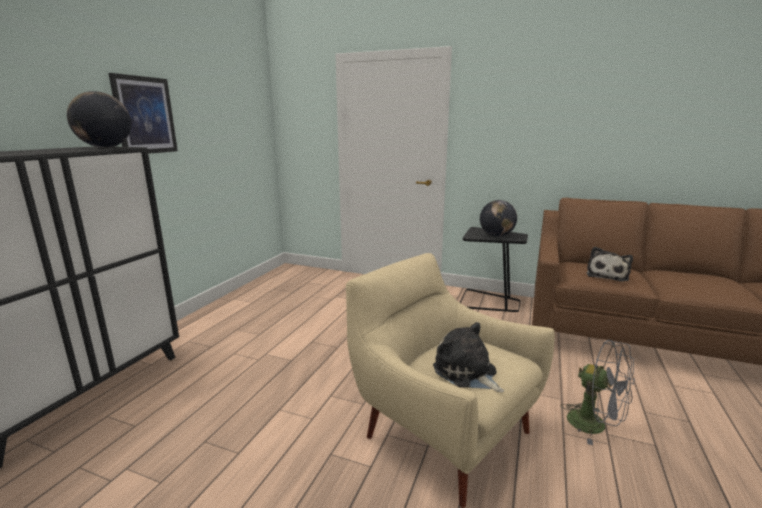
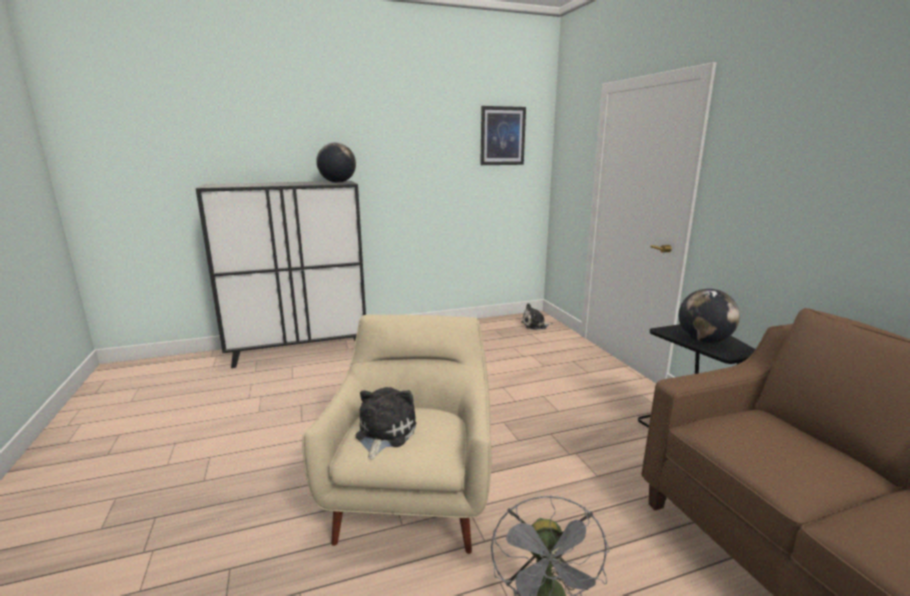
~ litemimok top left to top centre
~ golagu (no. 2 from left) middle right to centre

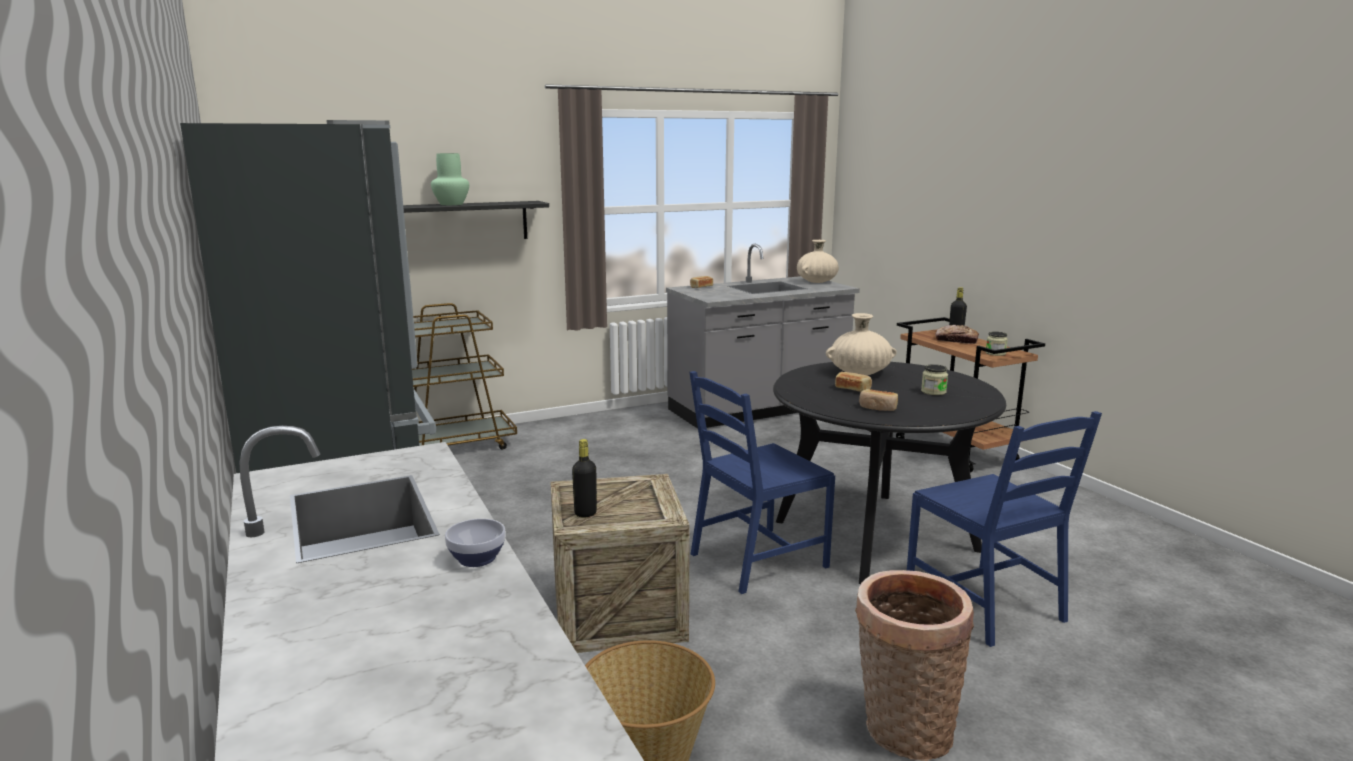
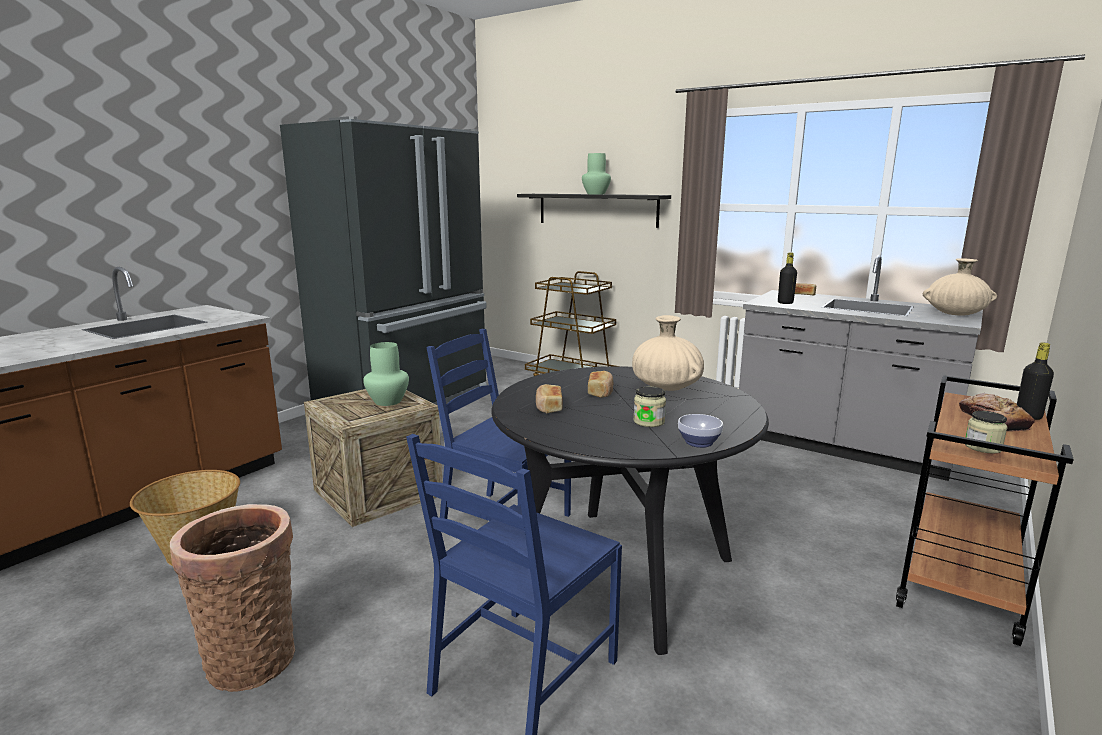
~ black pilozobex (no. 1 from left) centre to middle right
~ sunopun bottom centre to centre
+ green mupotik (no. 1 from left) centre

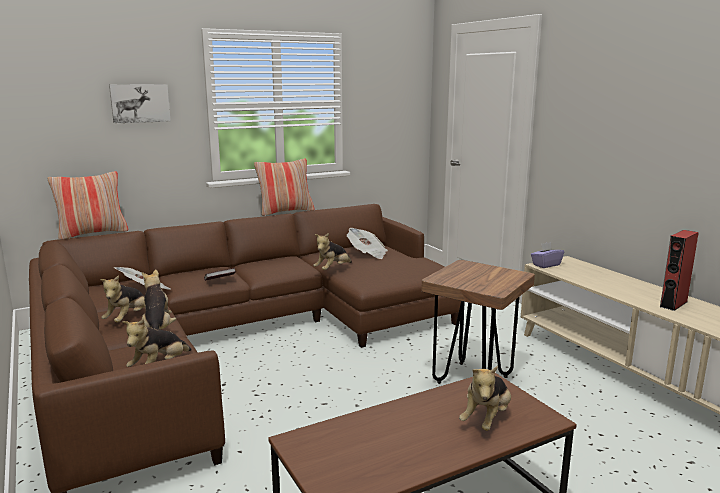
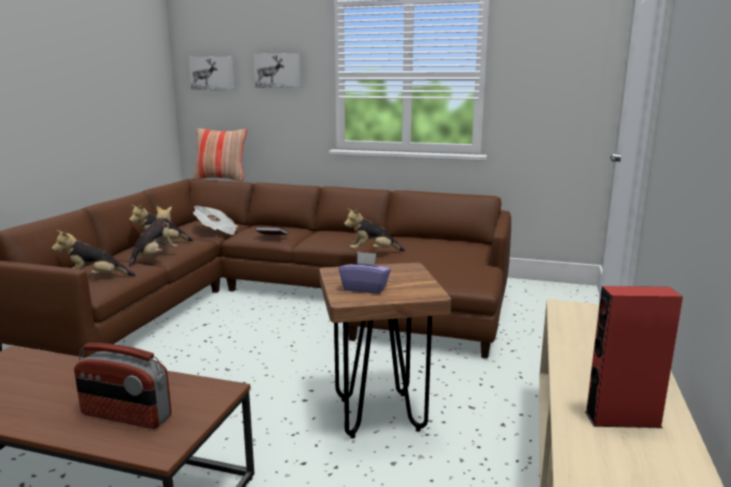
- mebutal (no. 2 from left) centre
- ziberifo (no. 2 from left) centre
~ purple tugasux middle right to centre
~ golagu (no. 5 from left) bottom right to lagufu bottom left
+ litemimok (no. 1 from left) top left

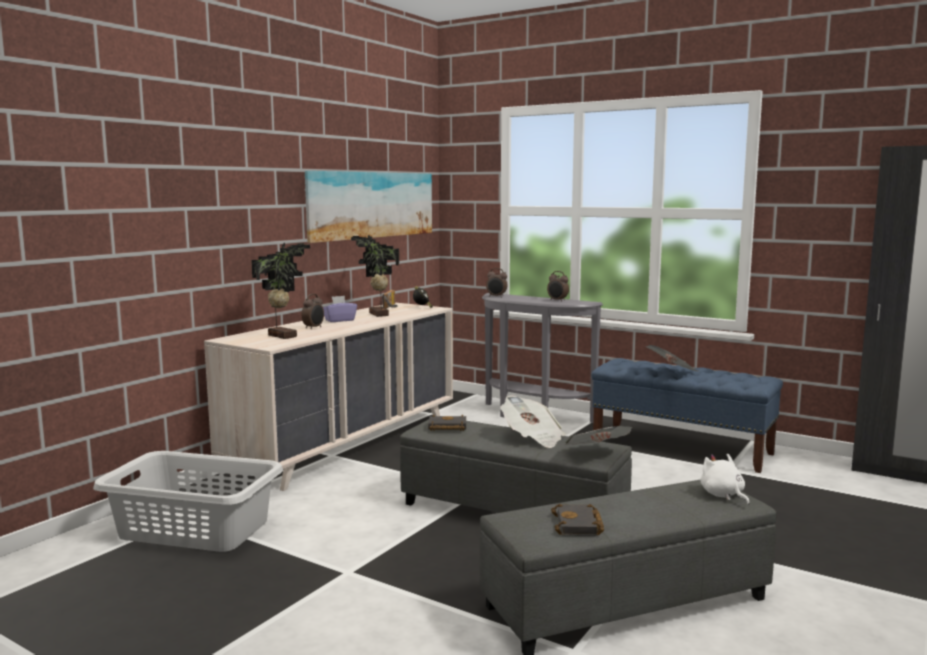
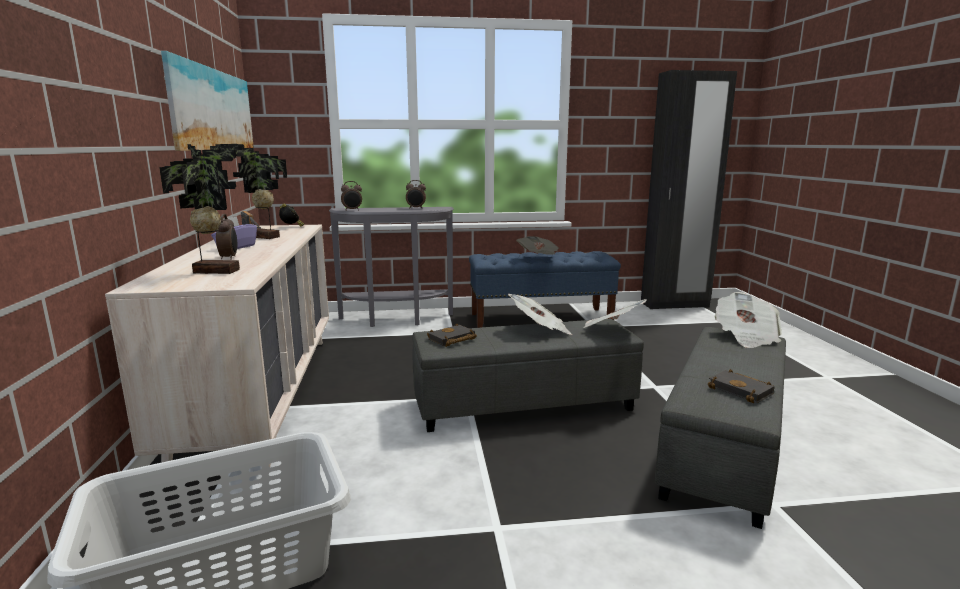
~ white golagu bottom right to ziberifo (no. 4 from left) middle right

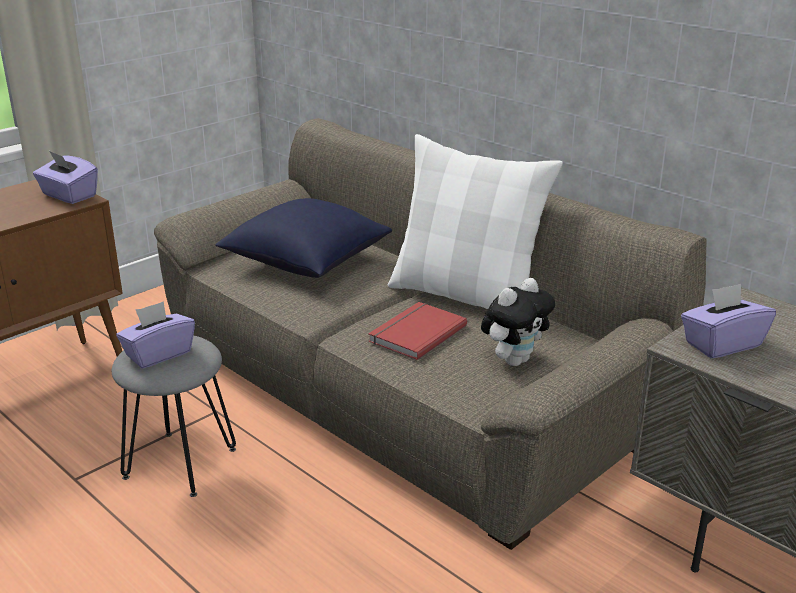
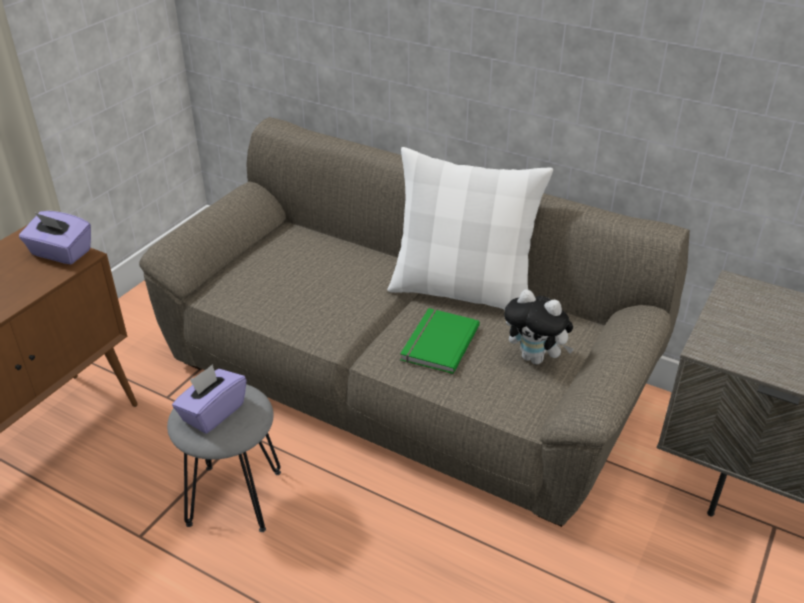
- blue mebutal centre
~ golagu centre = middle right 90 degrees clockwise
- purple tugasux (no. 3 from left) middle right
~ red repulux centre to green repulux centre

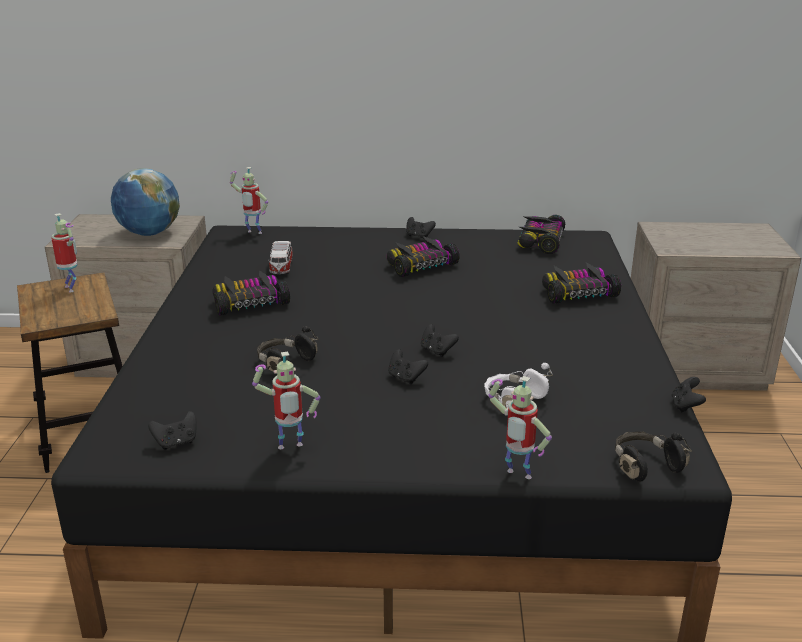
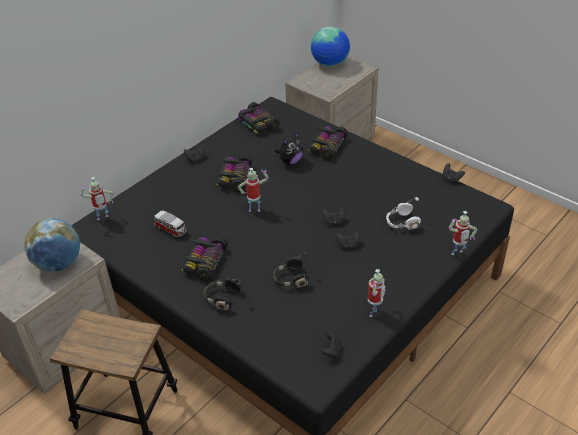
~ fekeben (no. 1 from left in the first image) middle left to fekeben (no. 2 from left) centre
~ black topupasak (no. 2 from left in the first image) bottom right to black topupasak (no. 1 from left) bottom centre
+ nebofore (no. 2 from left) top centre
+ golagu centre

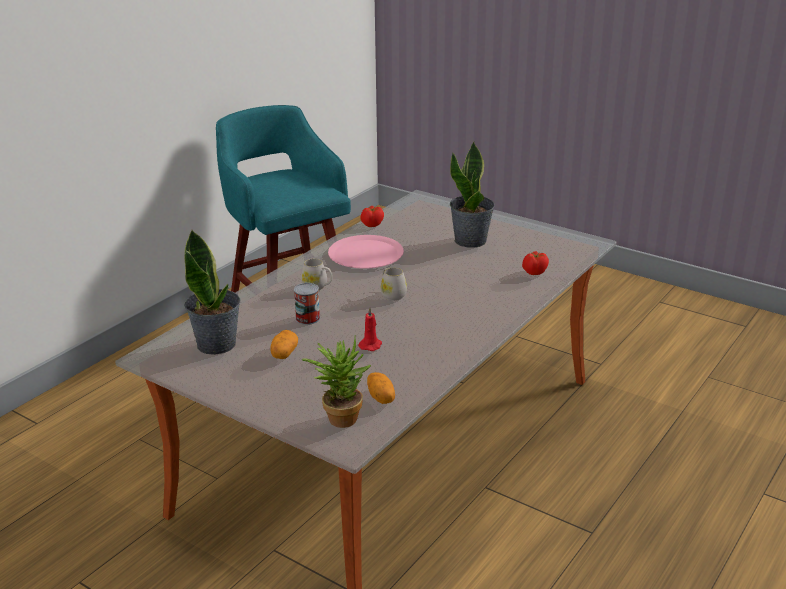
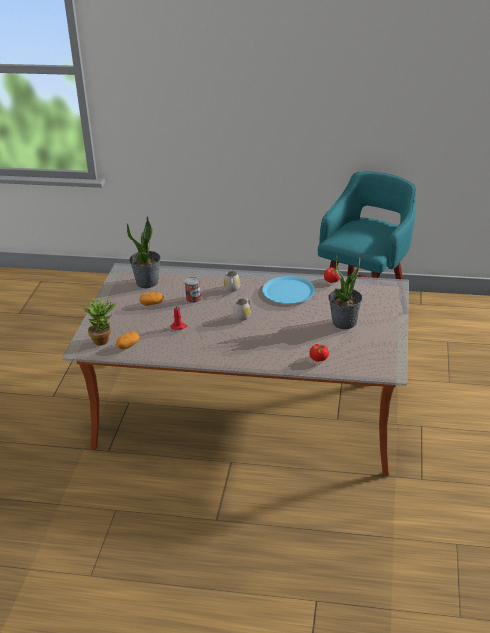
~ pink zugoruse centre to blue zugoruse centre

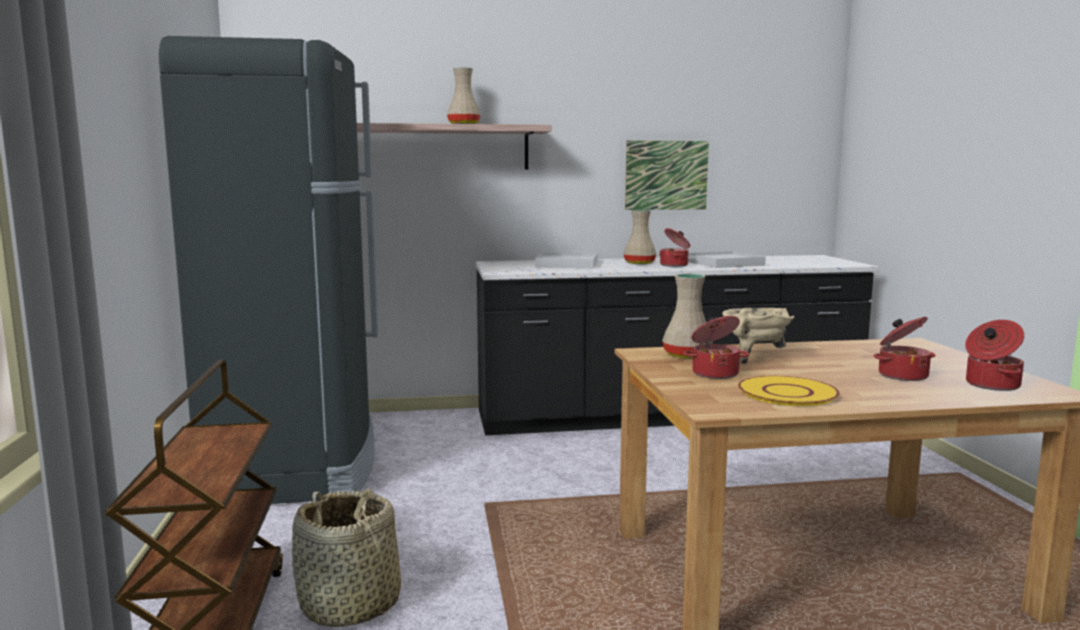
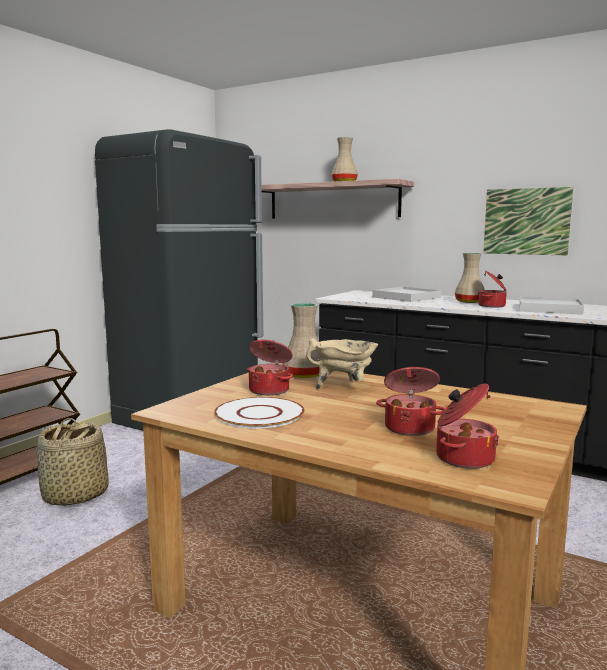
~ yellow zugoruse middle right to white zugoruse centre

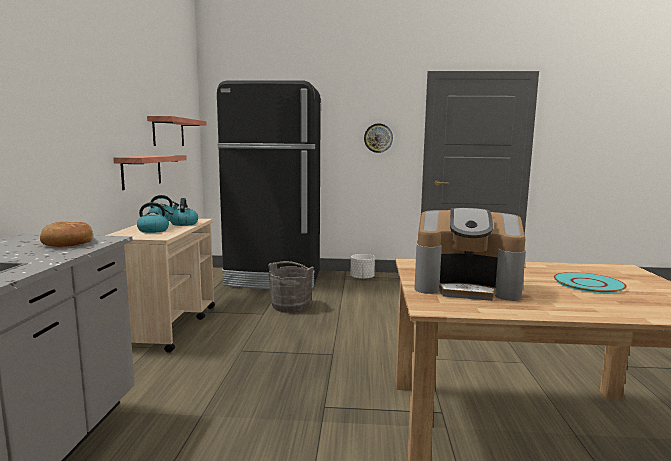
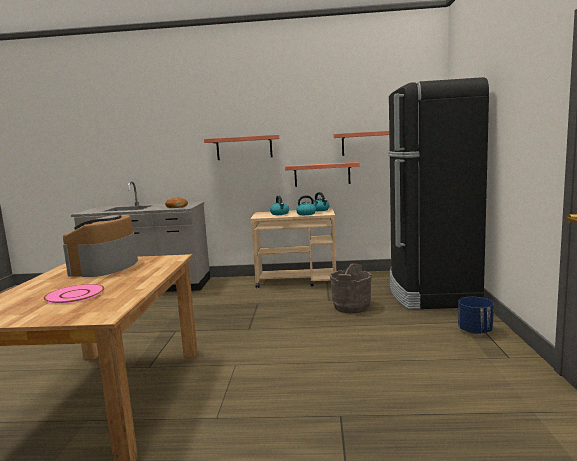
- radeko top centre
~ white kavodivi centre to blue kavodivi bottom right
~ turquoise zugoruse middle right to pink zugoruse middle left
+ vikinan (no. 1 from left) top centre

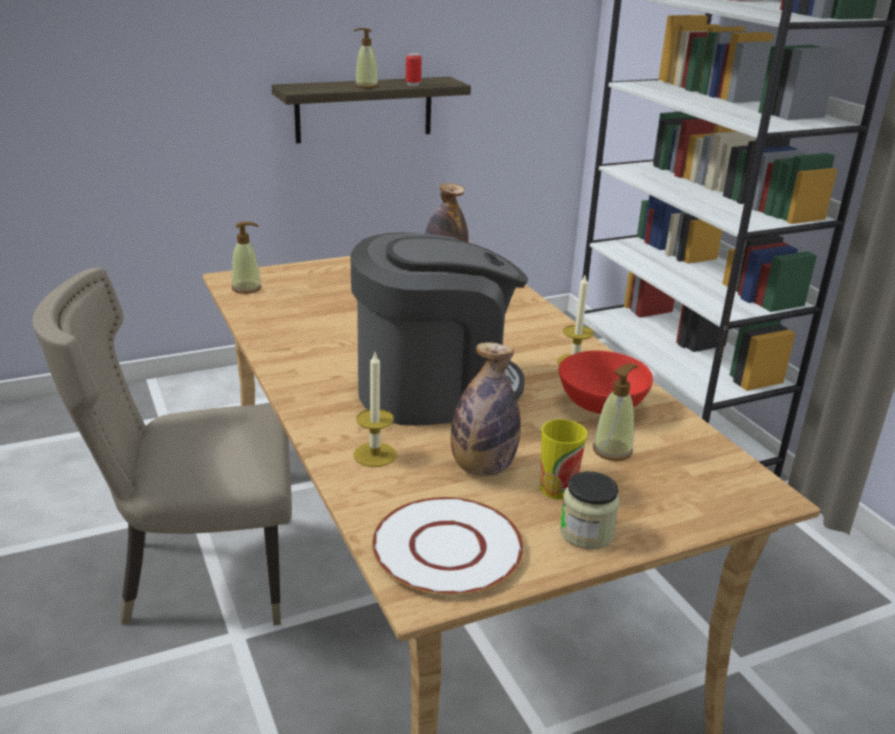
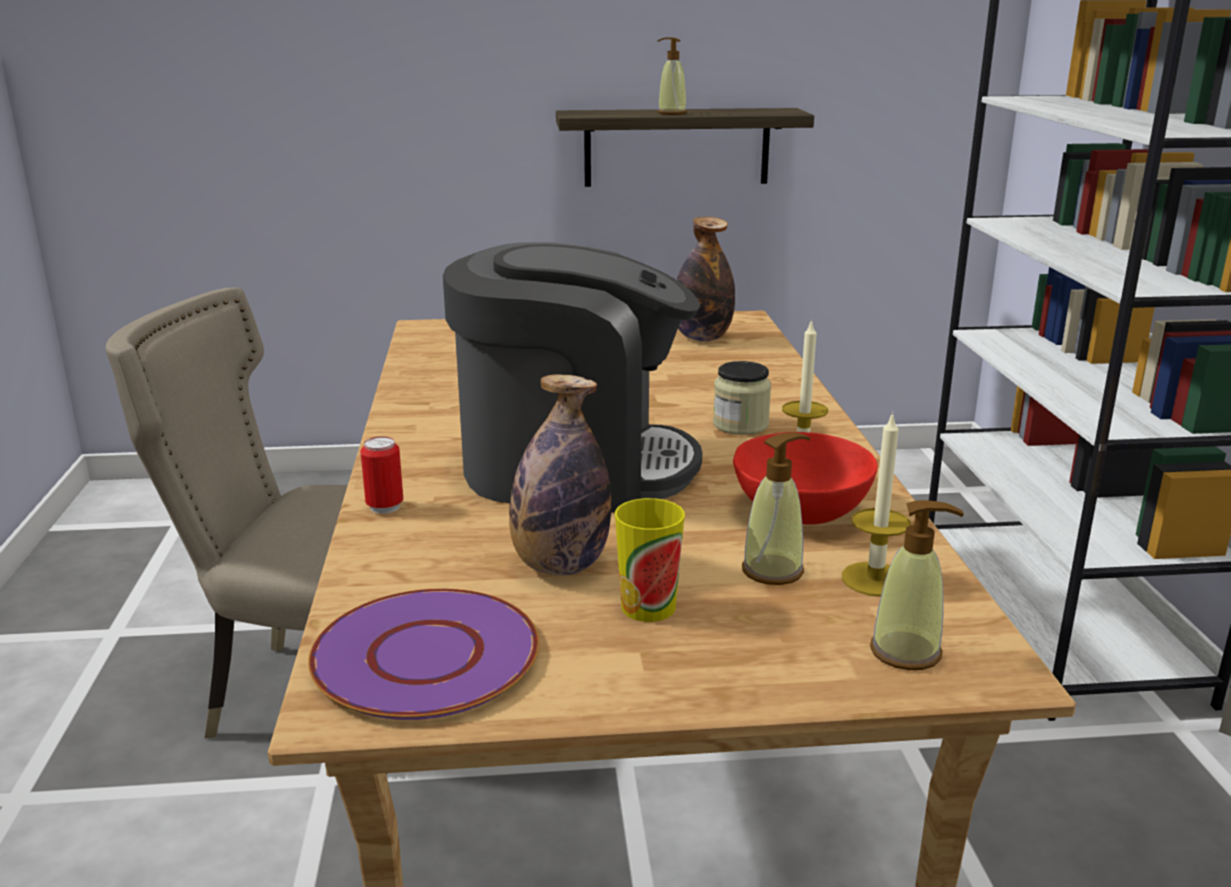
~ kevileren top centre to middle left
~ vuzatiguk (no. 1 from left in the first image) middle left to vuzatiguk (no. 3 from left) middle right
~ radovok (no. 1 from left in the first image) centre to radovok (no. 2 from left) middle right
~ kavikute bottom centre to centre
~ white zugoruse bottom centre to purple zugoruse bottom centre

